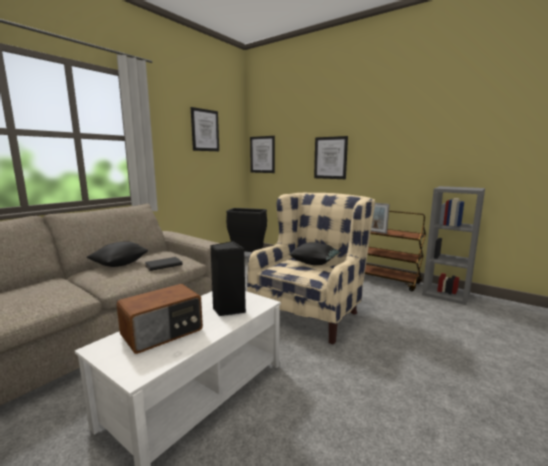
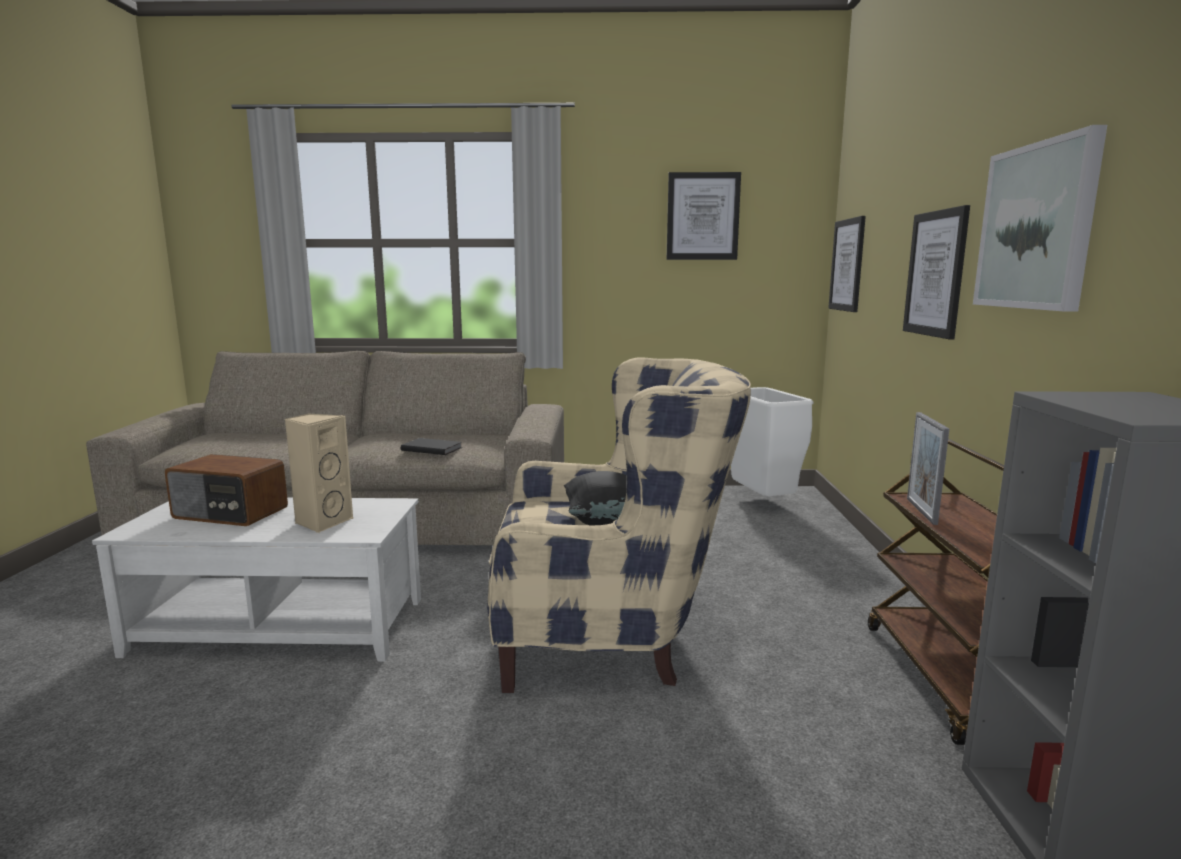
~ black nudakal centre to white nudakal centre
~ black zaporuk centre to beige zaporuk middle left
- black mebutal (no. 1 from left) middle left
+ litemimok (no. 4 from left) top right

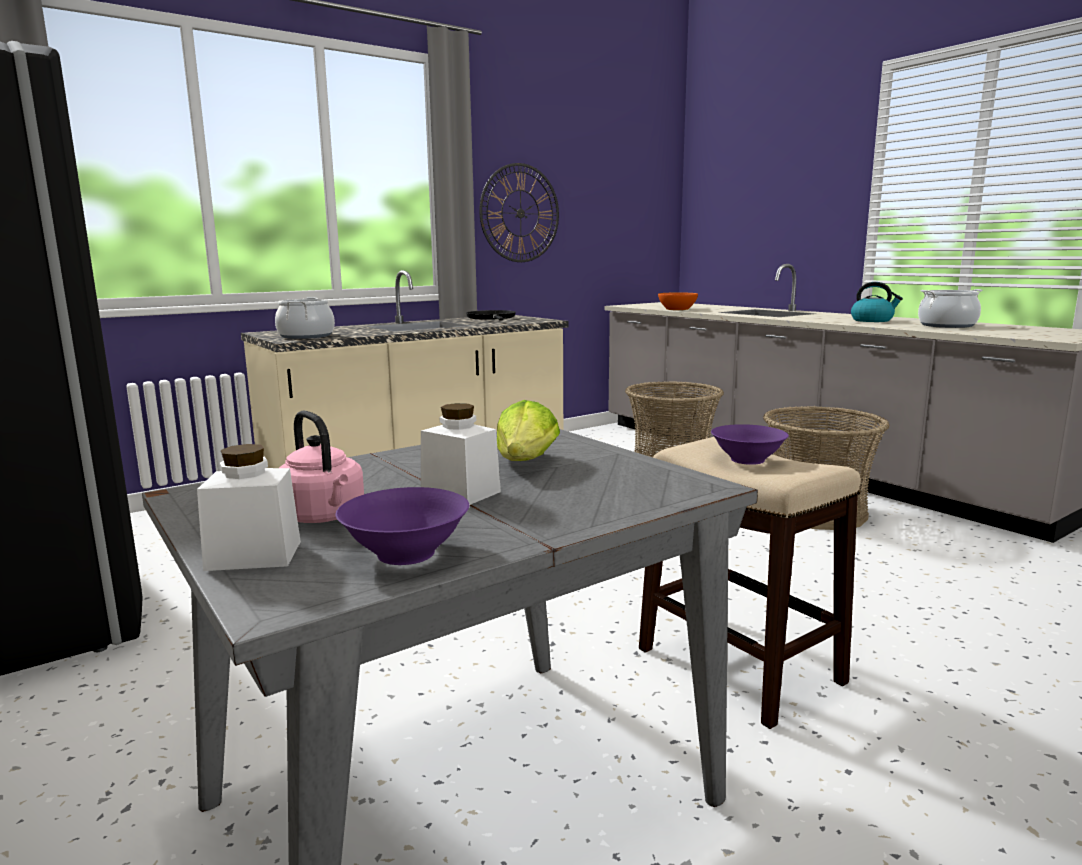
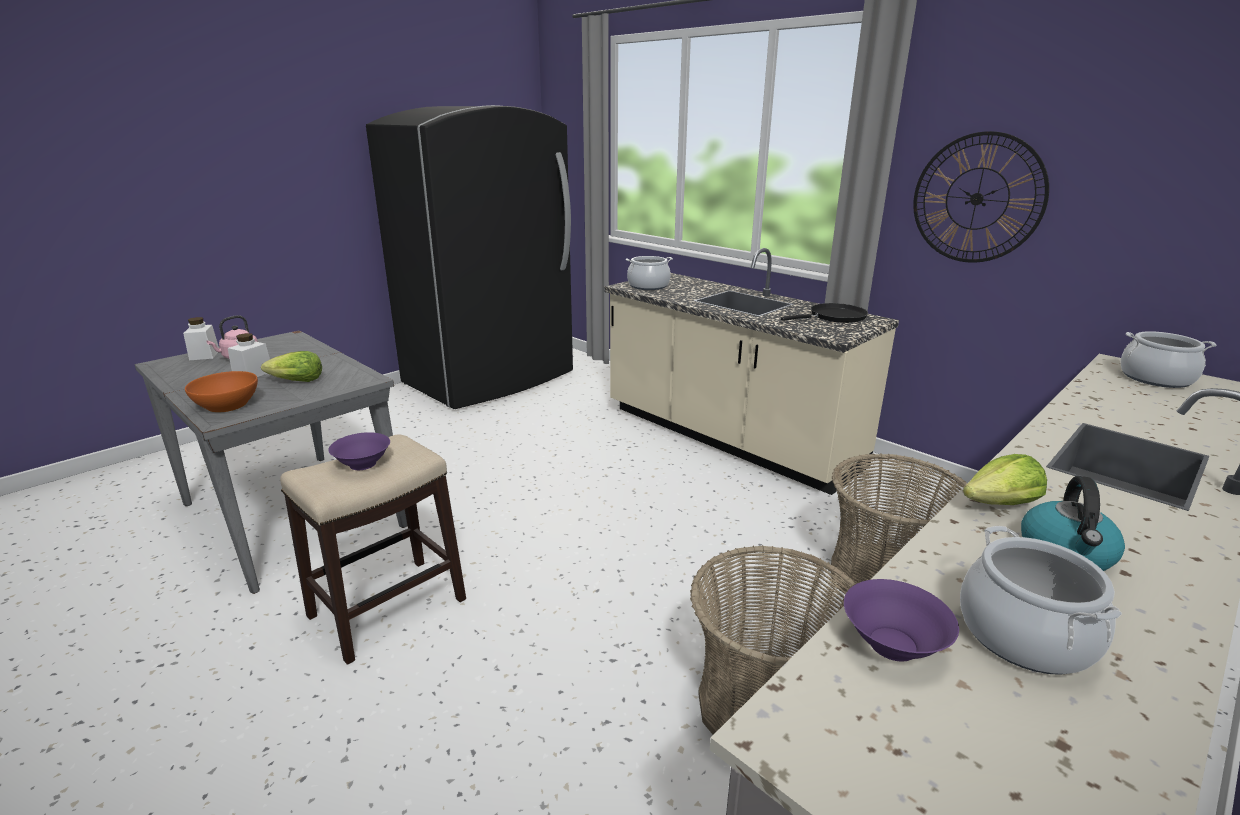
~ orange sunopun centre to middle left
~ purple sunopun (no. 1 from left in the first image) centre to purple sunopun (no. 2 from left) bottom right
+ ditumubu (no. 3 from left) middle right
+ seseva (no. 2 from left) middle right

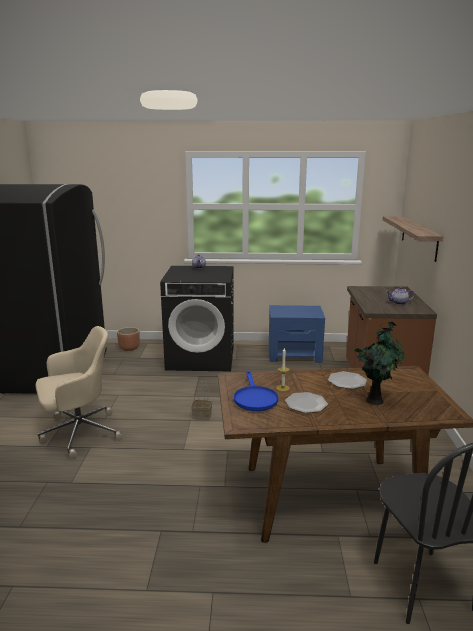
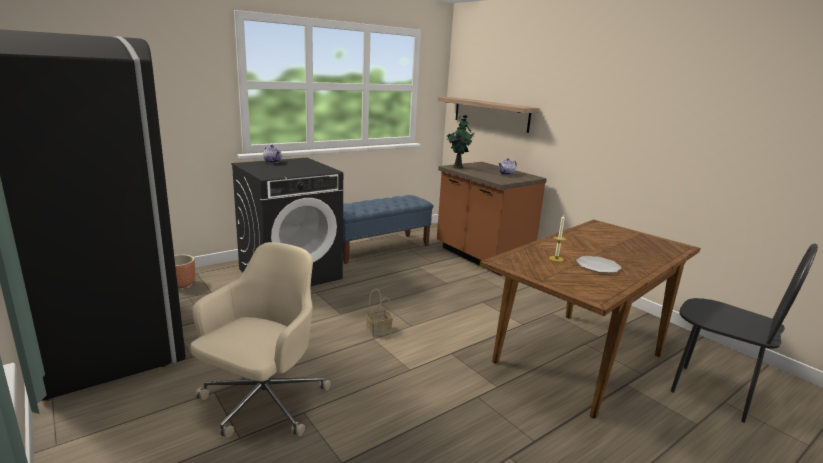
~ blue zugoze centre to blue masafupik centre
~ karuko middle right to top centre
- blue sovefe centre
- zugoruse (no. 2 from left) middle right

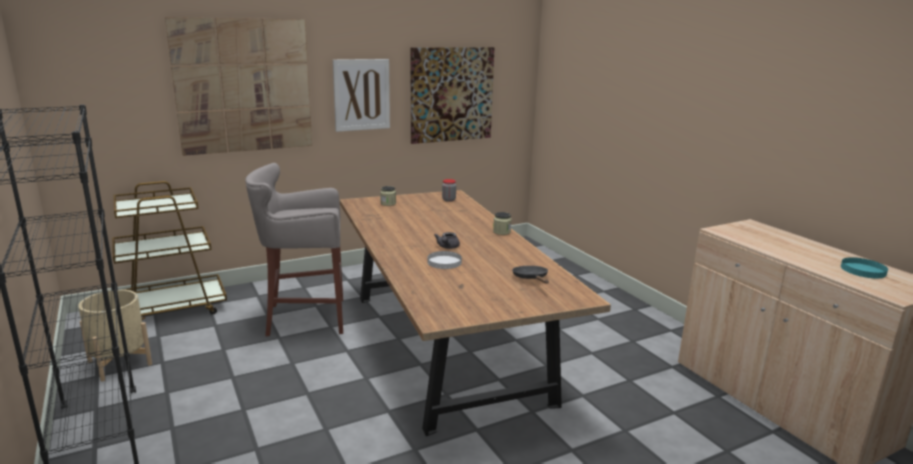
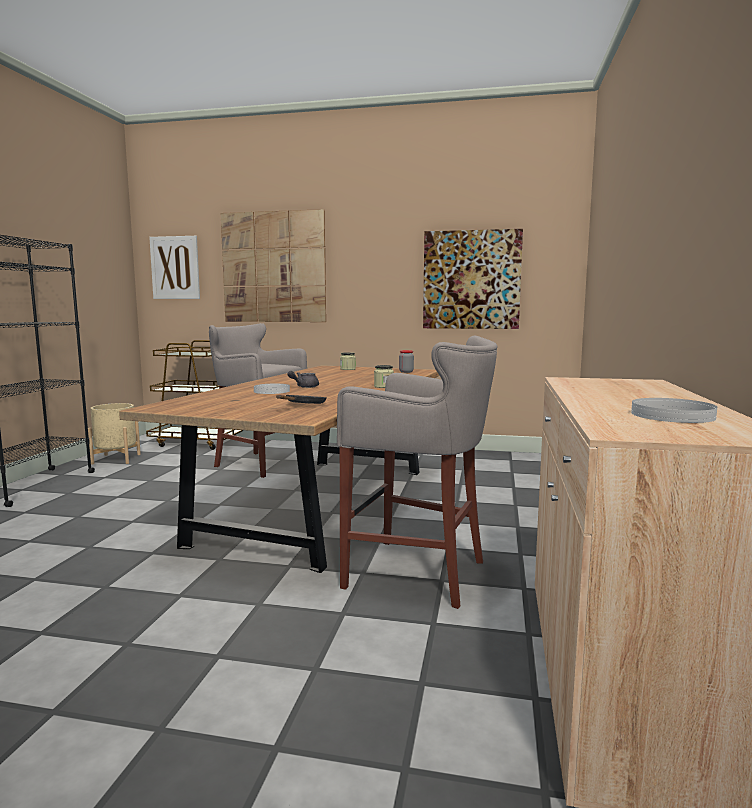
~ litemimok (no. 2 from left in the first image) top centre to litemimok (no. 1 from left) top left
~ turquoise zugoruse middle right to white zugoruse (no. 2 from left) middle right
+ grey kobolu (no. 2 from left) centre

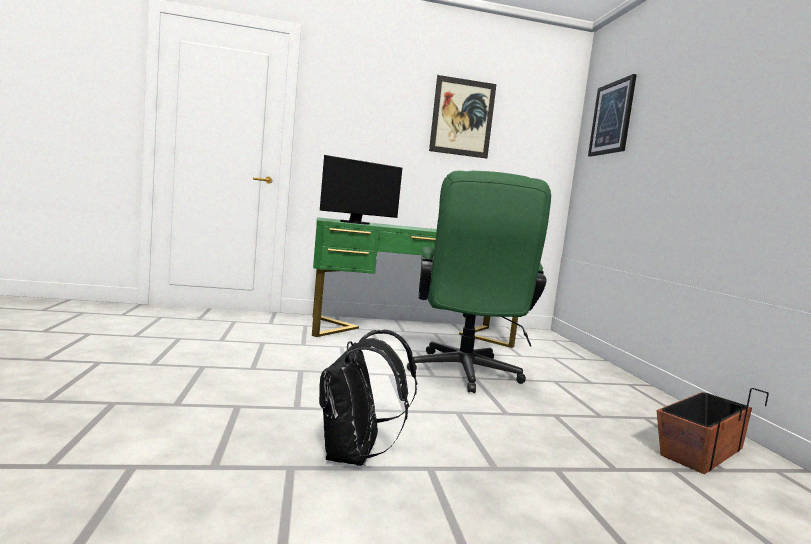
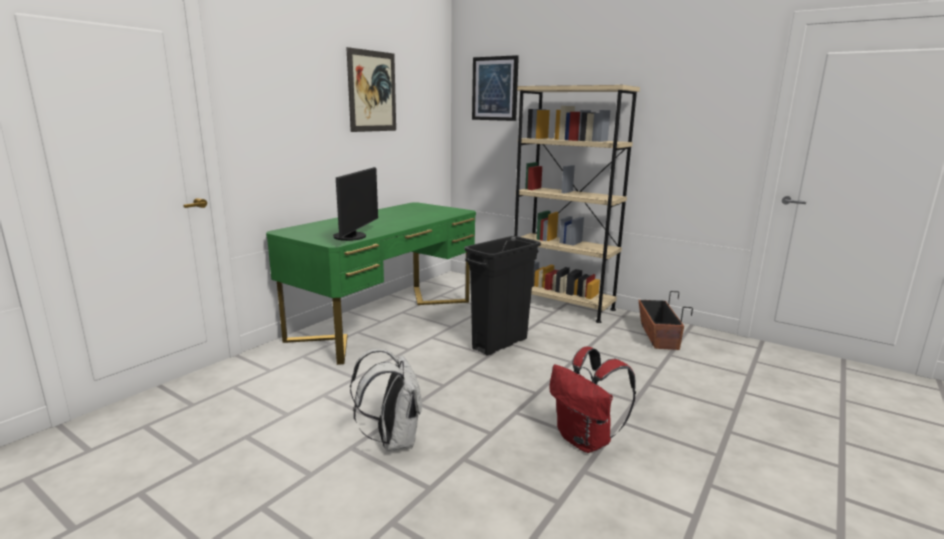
~ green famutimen centre to black nudakal centre
~ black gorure bottom centre to red gorure bottom centre
+ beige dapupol centre
+ white gorure bottom centre

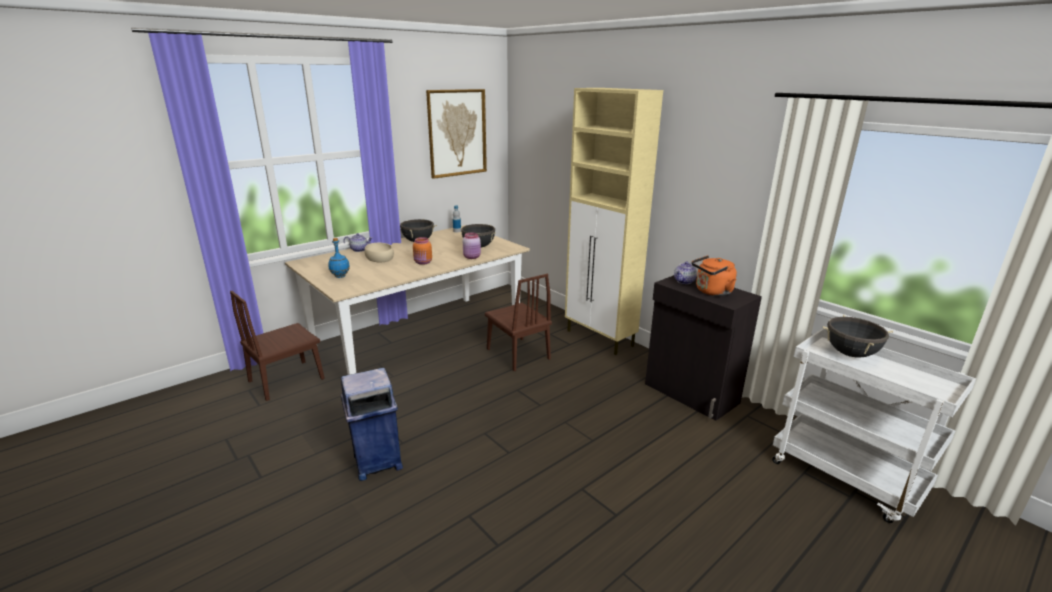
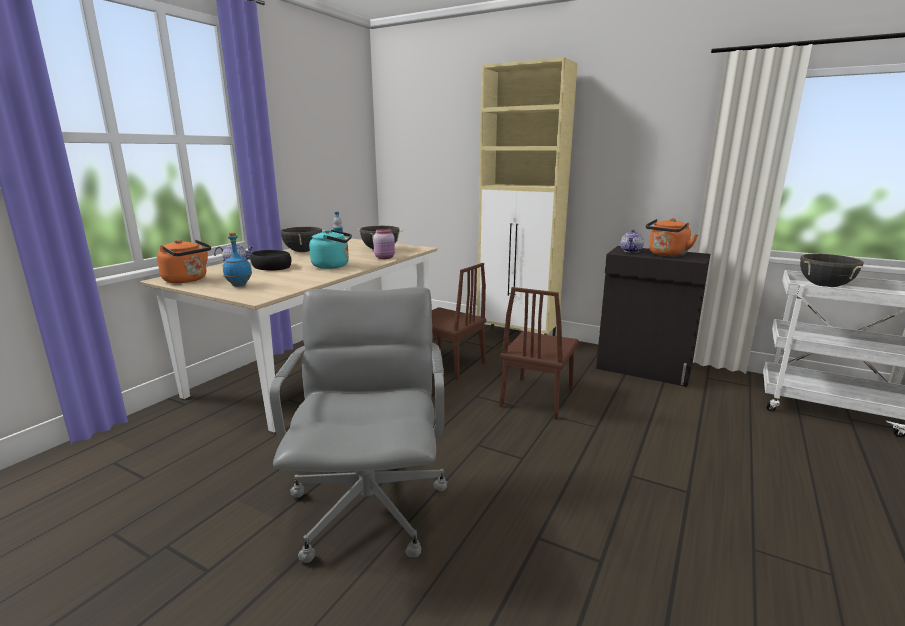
- litemimok top centre
~ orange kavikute centre to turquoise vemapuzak centre
~ beige sunopun centre to black sunopun middle left
~ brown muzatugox (no. 1 from left in the first image) middle left to brown muzatugox (no. 2 from left) centre
~ blue nudakal bottom centre to grey famutimen bottom centre
+ orange vemapuzak (no. 1 from left) middle left

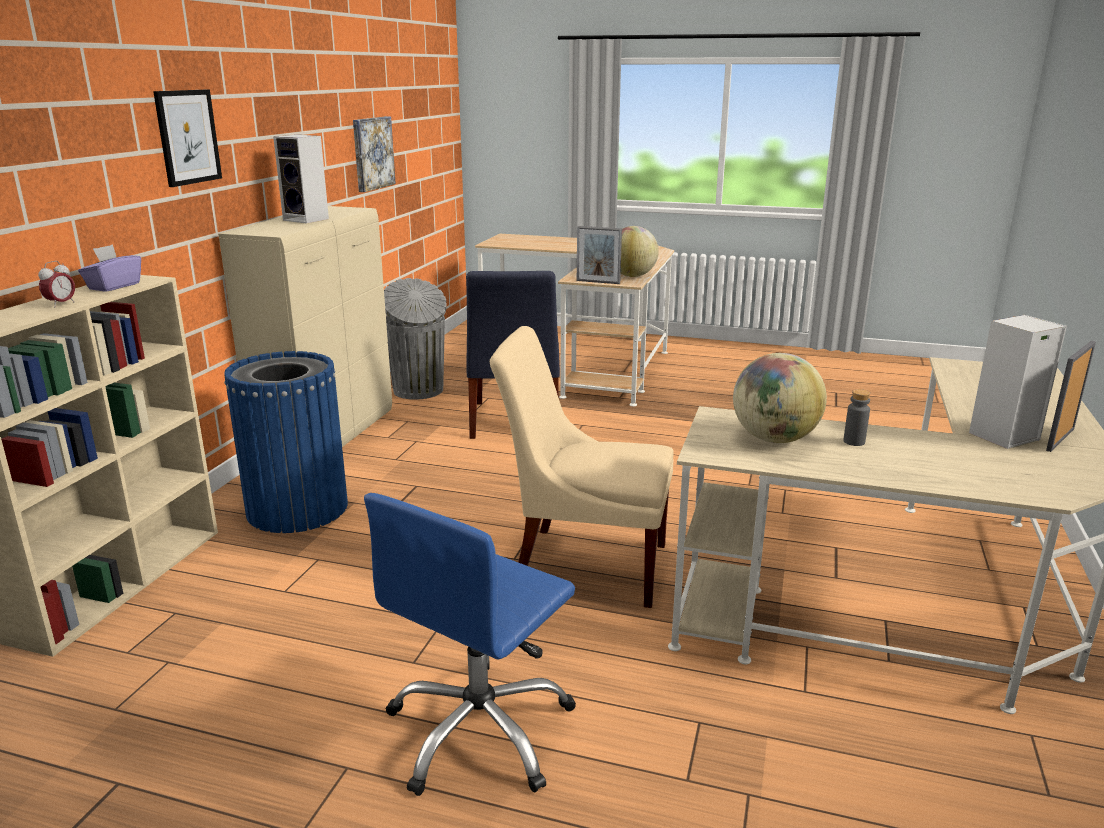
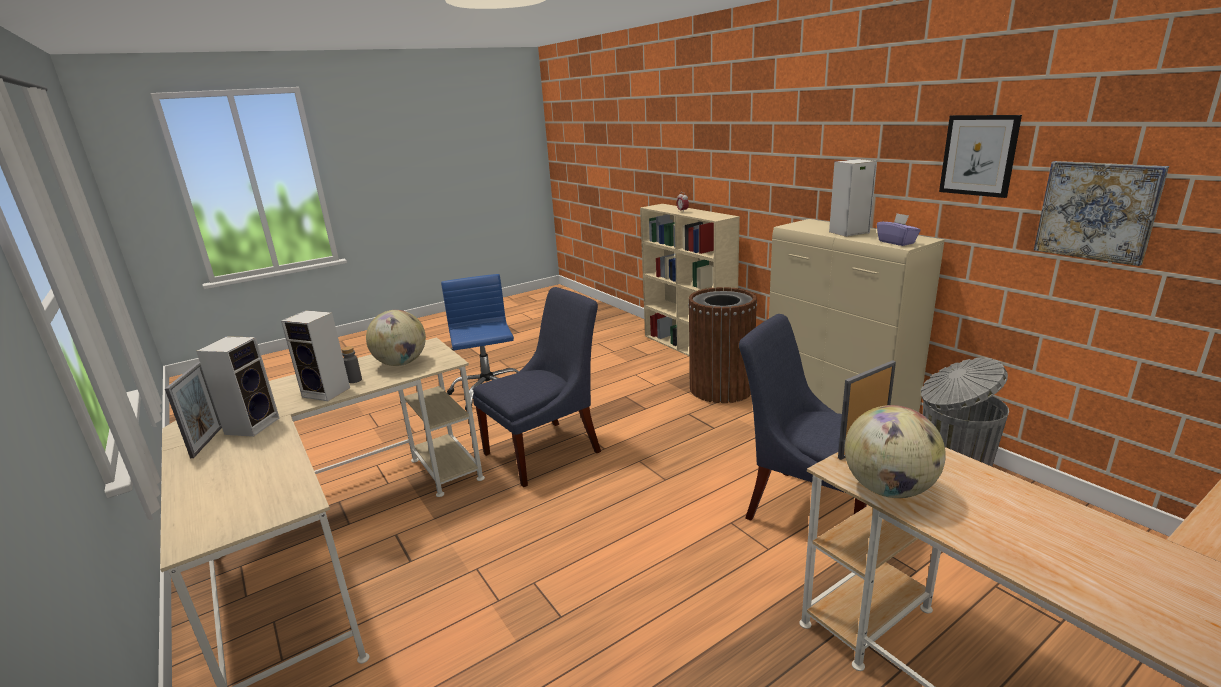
~ litemimok (no. 1 from left) top left to top right
~ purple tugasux top left to middle right
~ beige muzatugox centre to blue muzatugox (no. 1 from left) centre
~ blue nudakal middle left to brown nudakal centre
+ zaporuk (no. 2 from left) middle left

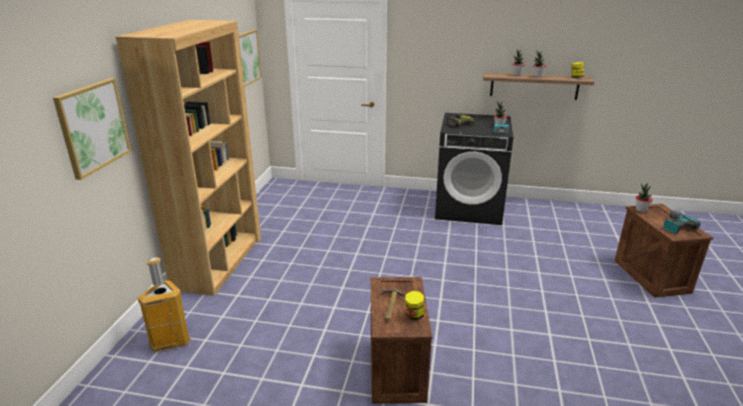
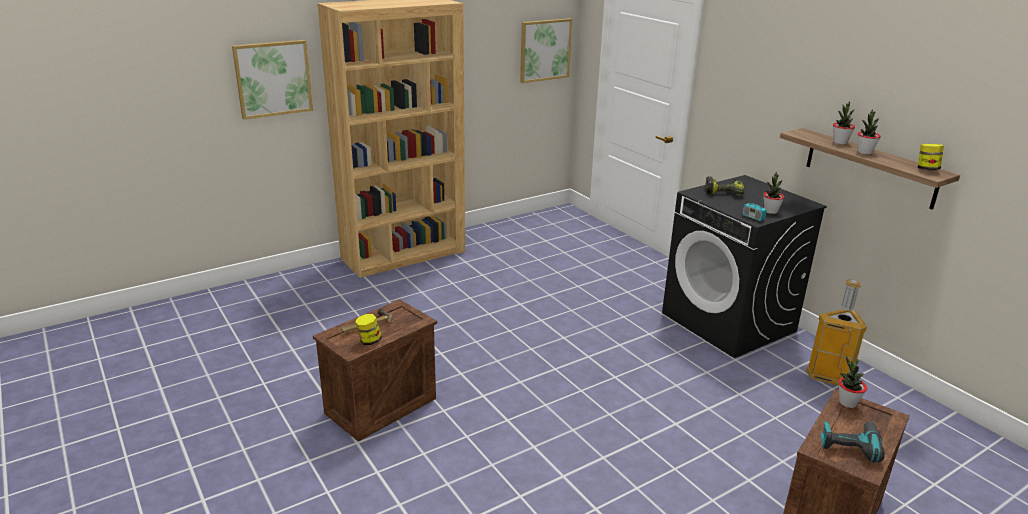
~ nudakal bottom left to middle right

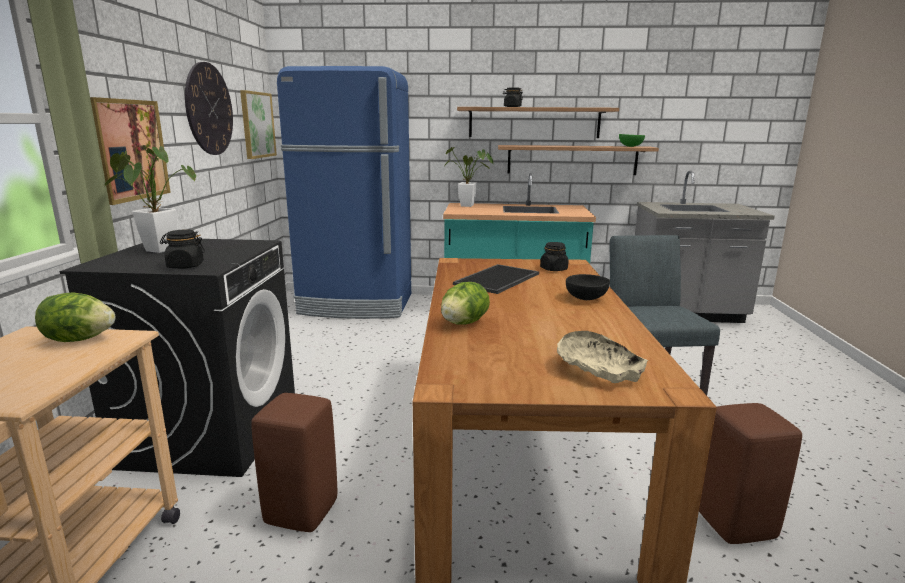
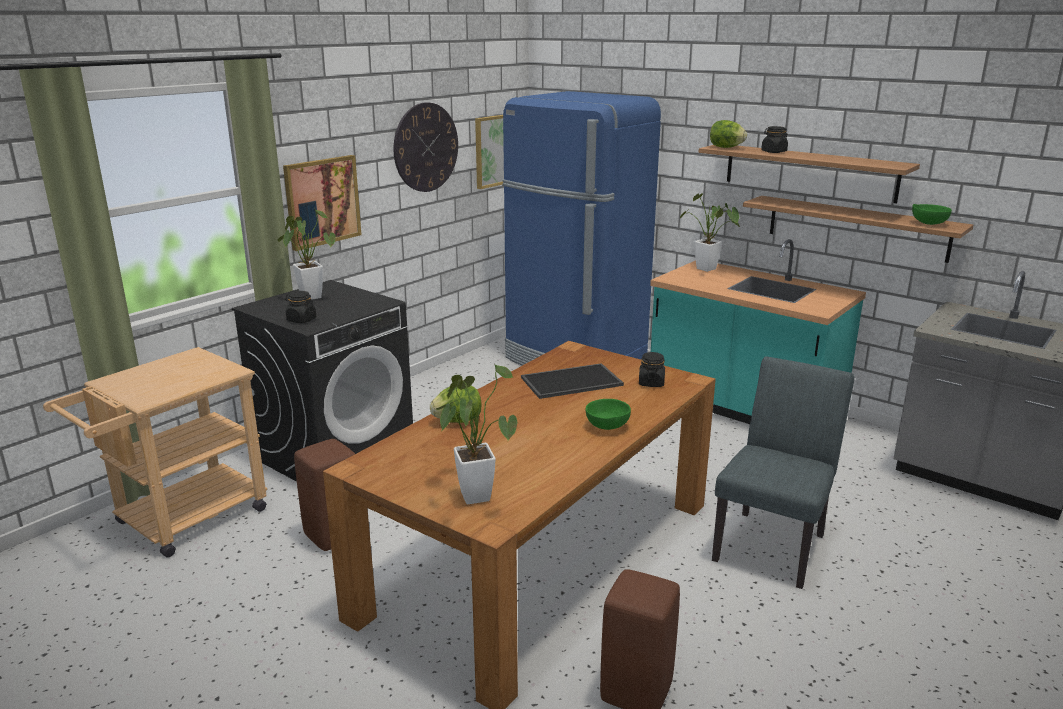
~ black sunopun centre to green sunopun (no. 1 from left) centre
~ seseva (no. 1 from left in the first image) middle left to seseva (no. 2 from left) top right
~ beige sunopun centre to karuko (no. 2 from left) centre

